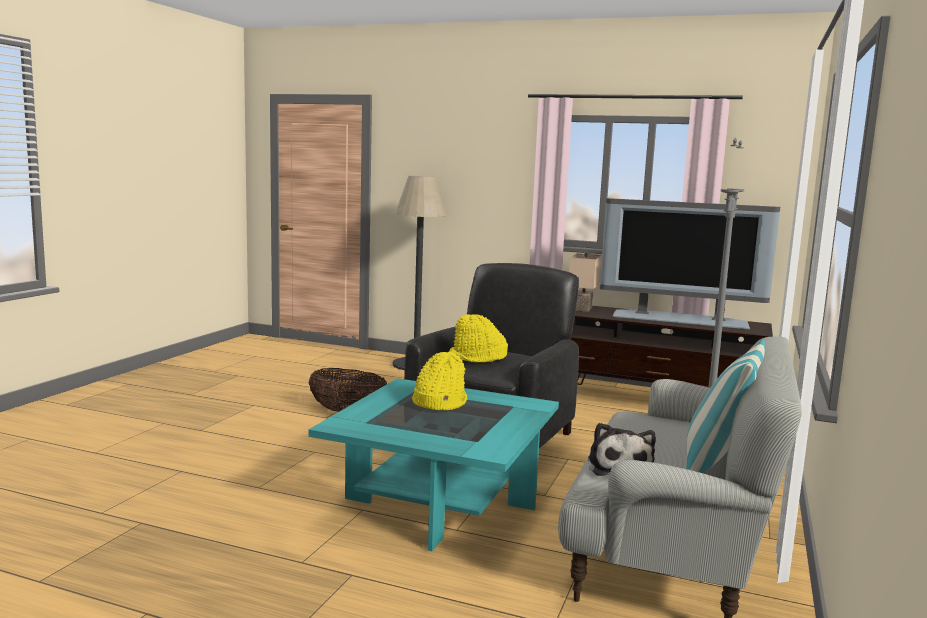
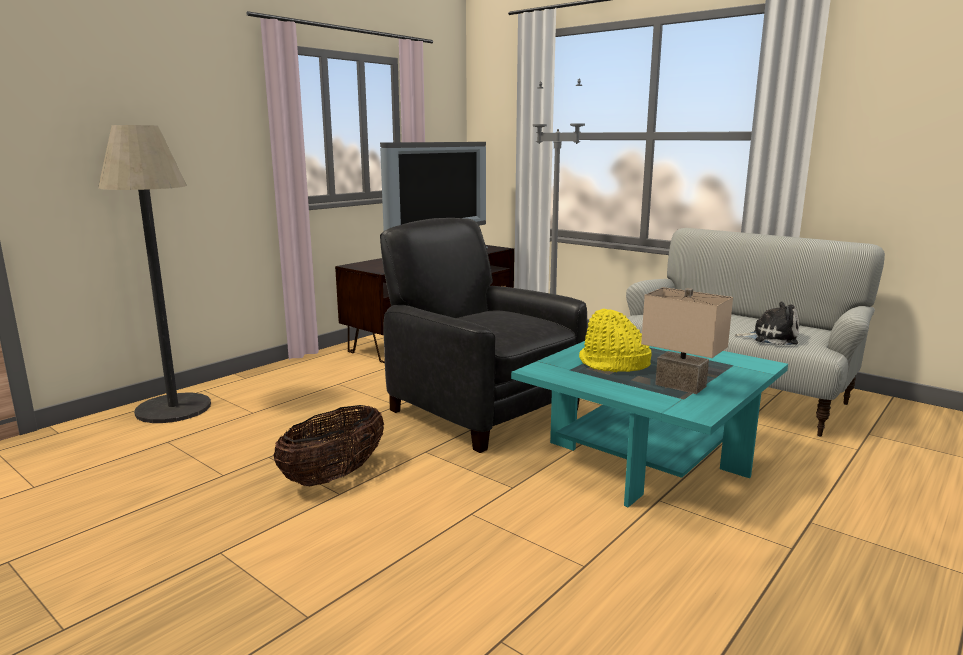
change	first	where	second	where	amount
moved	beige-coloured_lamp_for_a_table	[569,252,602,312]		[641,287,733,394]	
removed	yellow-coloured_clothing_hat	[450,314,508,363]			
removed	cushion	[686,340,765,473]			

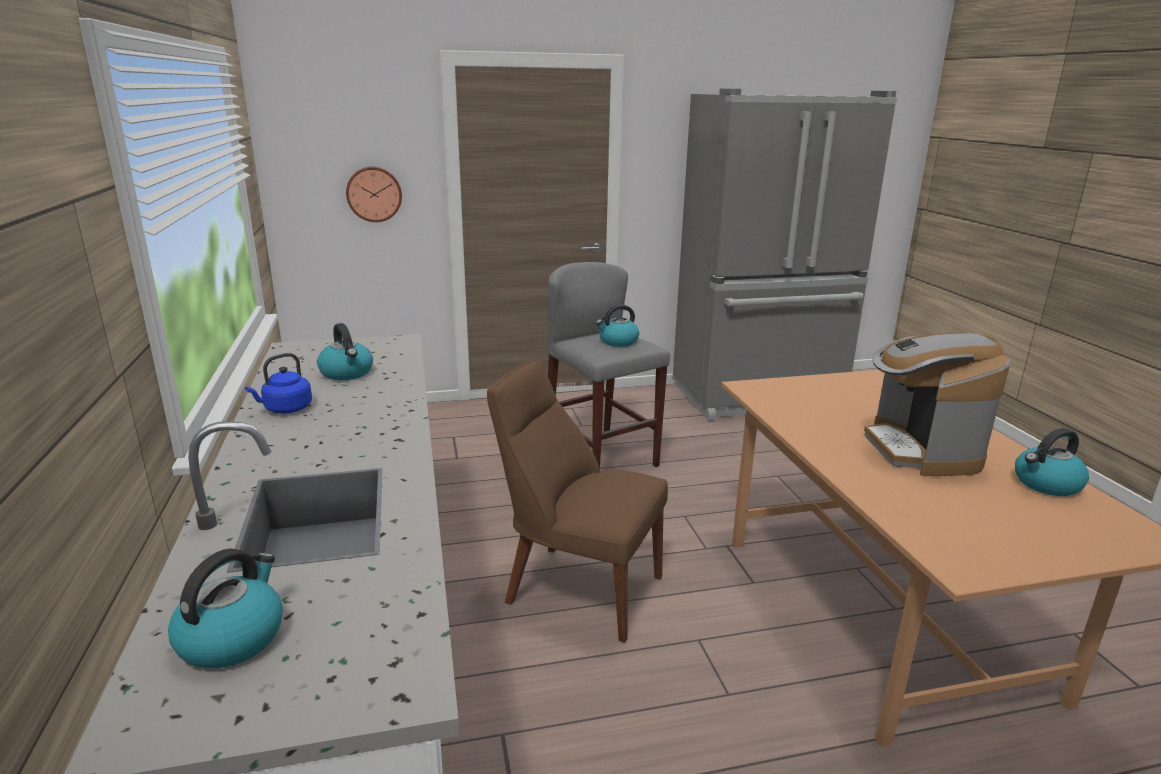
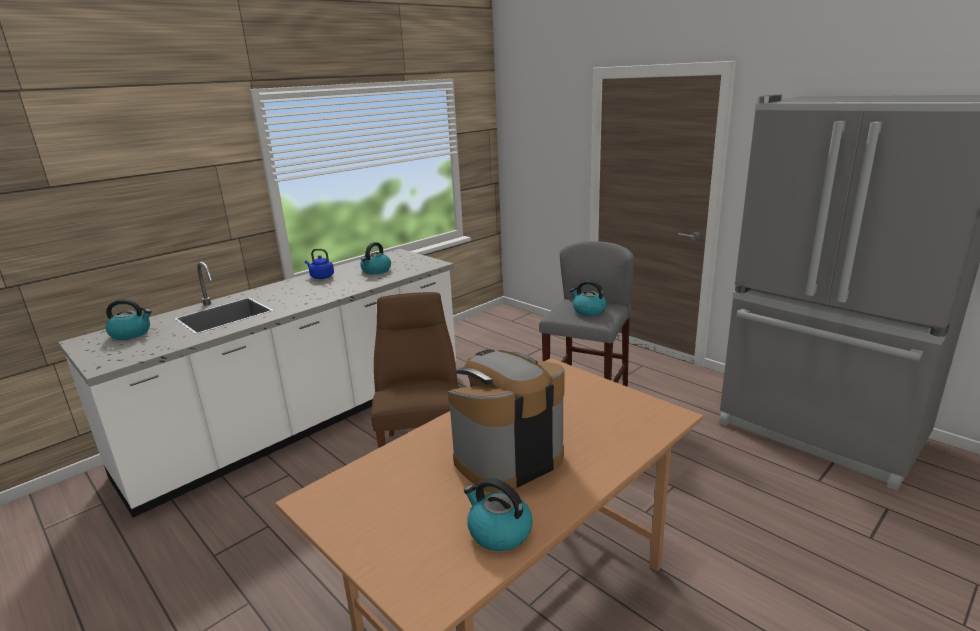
change	first	where	second	where	amount
removed	wall_clock	[346,167,402,222]			

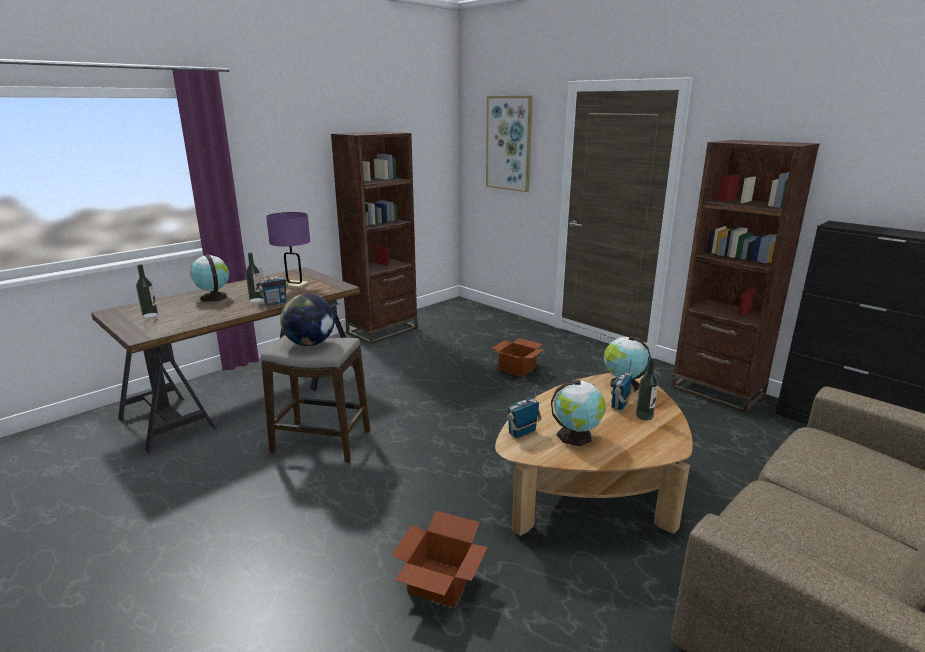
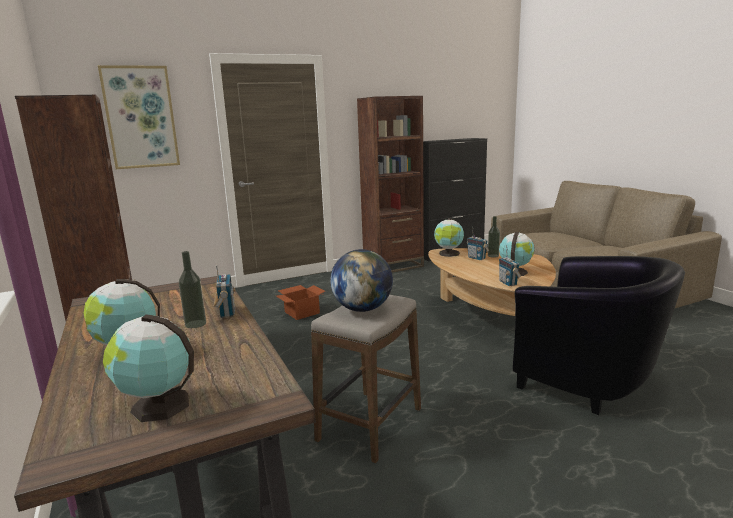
change	first	where	second	where	amount
removed	purple-coloured_lamp_for_a_table	[266,212,310,289]			
replaced	drink_bottle	[136,264,158,318]	globe	[103,314,194,422]	
replaced	cardboard_box	[392,511,488,607]	black-coloured_armchair	[513,256,685,415]	

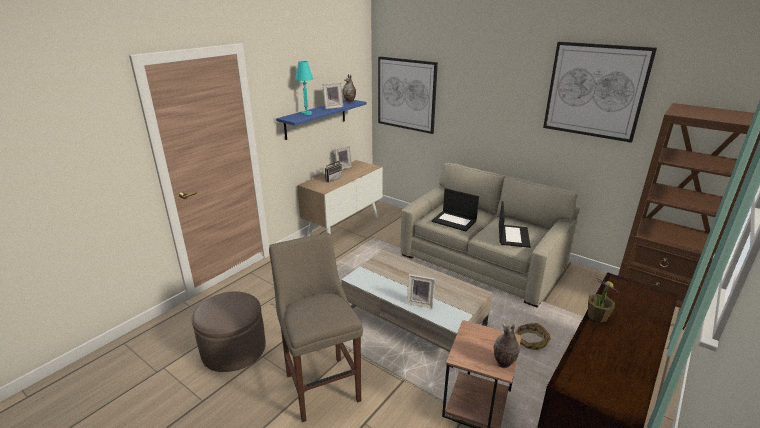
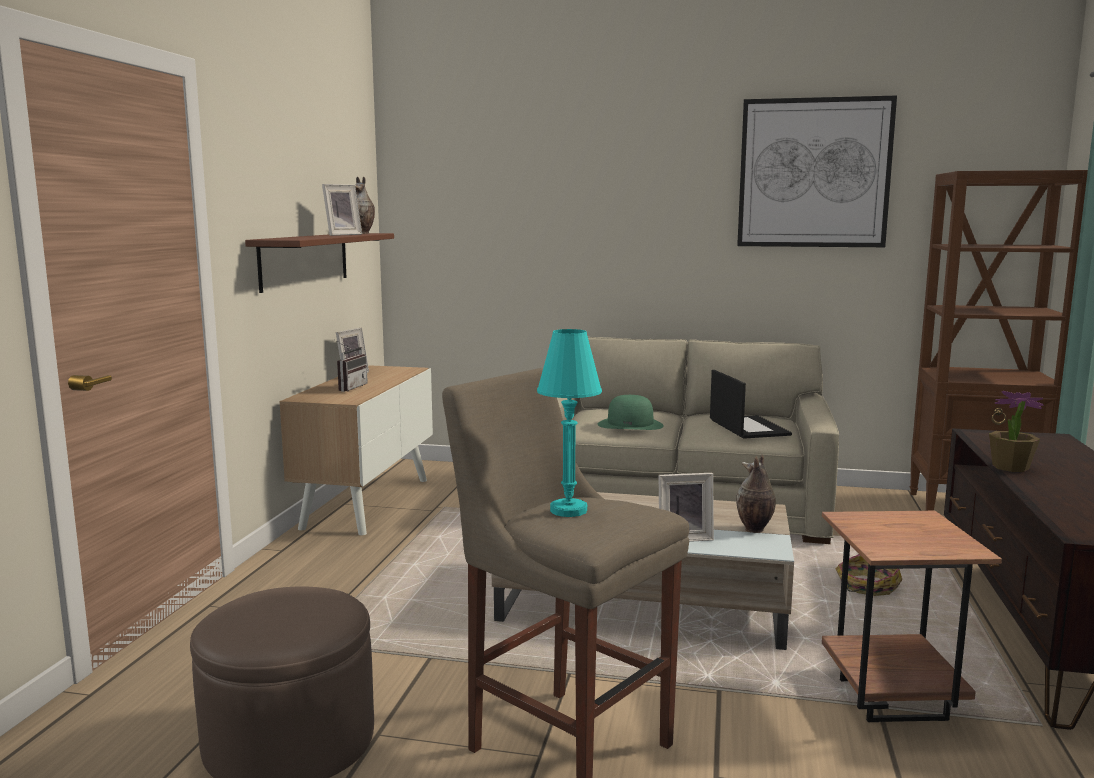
change	first	where	second	where	amount
removed	wall_art	[378,57,438,134]			
moved	blue-green_lamp_for_a_table	[295,61,313,115]		[537,329,602,517]	
recoloured	blue-coloured_wall_shelf	[276,100,366,140]	brown_wall_shelf	[245,233,394,293]	
replaced	portable_computer	[431,188,479,231]	green_clothing_hat	[598,395,664,430]	
moved	vase	[494,323,520,368]		[736,454,776,533]	

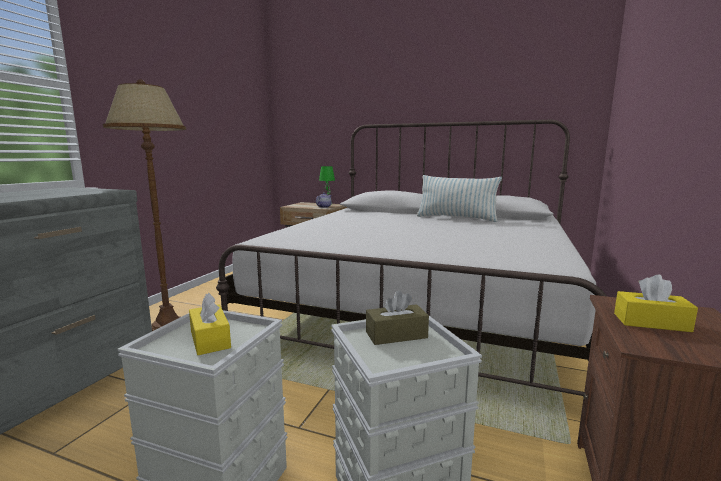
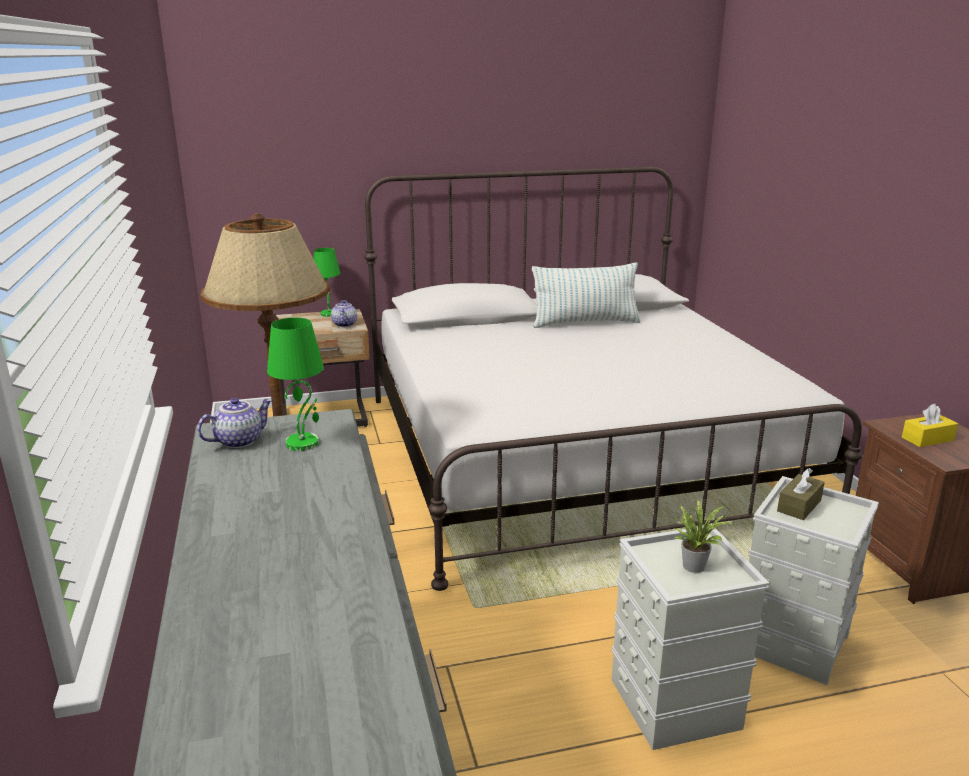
change	first	where	second	where	amount
replaced	yellow-coloured_box_of_tissues	[189,293,231,355]	potted_plant	[673,499,734,573]	
added			green_lamp_for_a_table	[267,318,324,451]	
added			pot_for_tea	[197,398,272,448]	

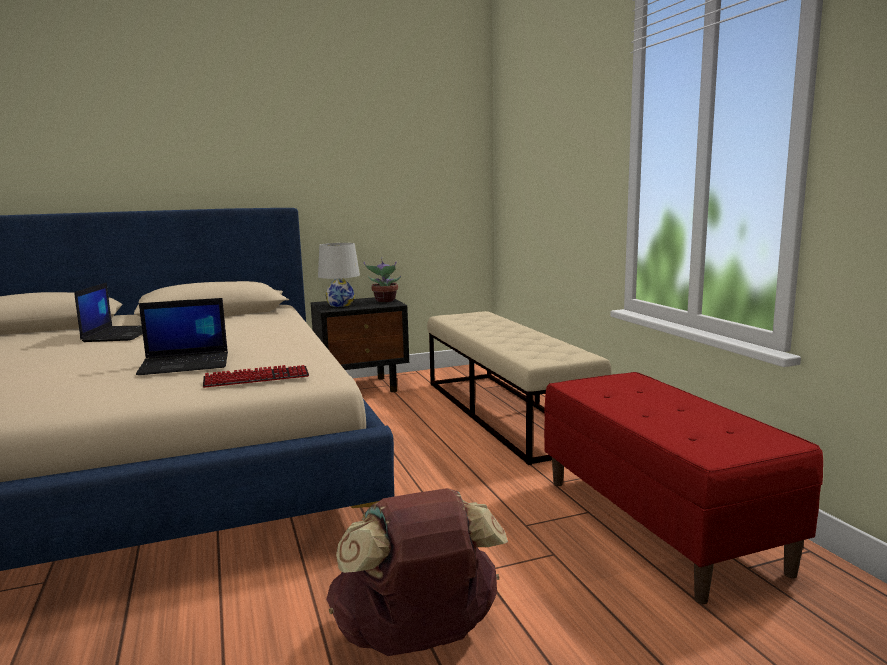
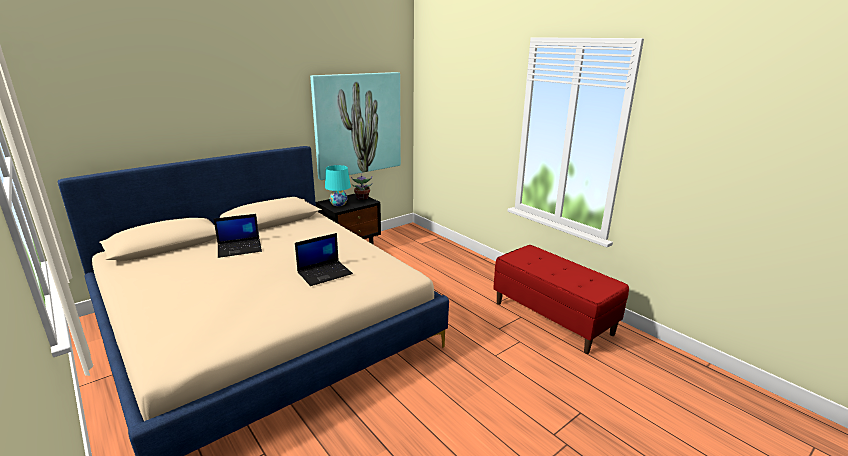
change	first	where	second	where	amount
recoloured	white-coloured_lamp_for_a_table	[318,243,360,307]	blue-green_lamp_for_a_table	[325,165,351,206]	
turned	portable_computer	[74,282,143,342]		[214,214,262,258]	90 degrees clockwise
removed	beige-coloured_indoor_bench	[427,311,612,465]			
removed	computer_keyboard	[203,365,309,388]			
removed	brown_rucksack	[326,488,508,656]			
added			wall_art	[310,72,401,180]	

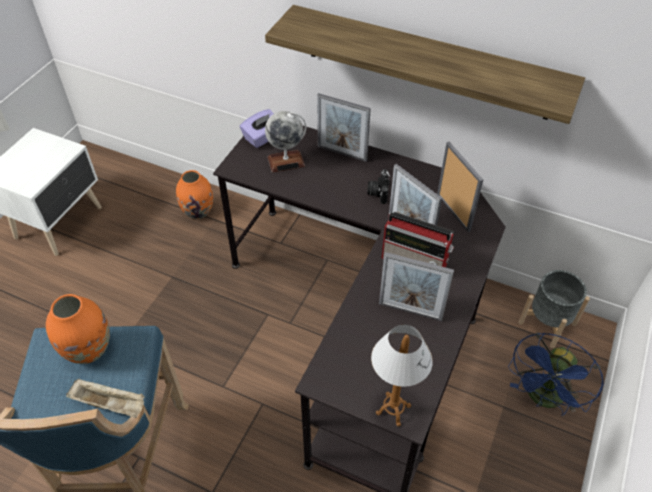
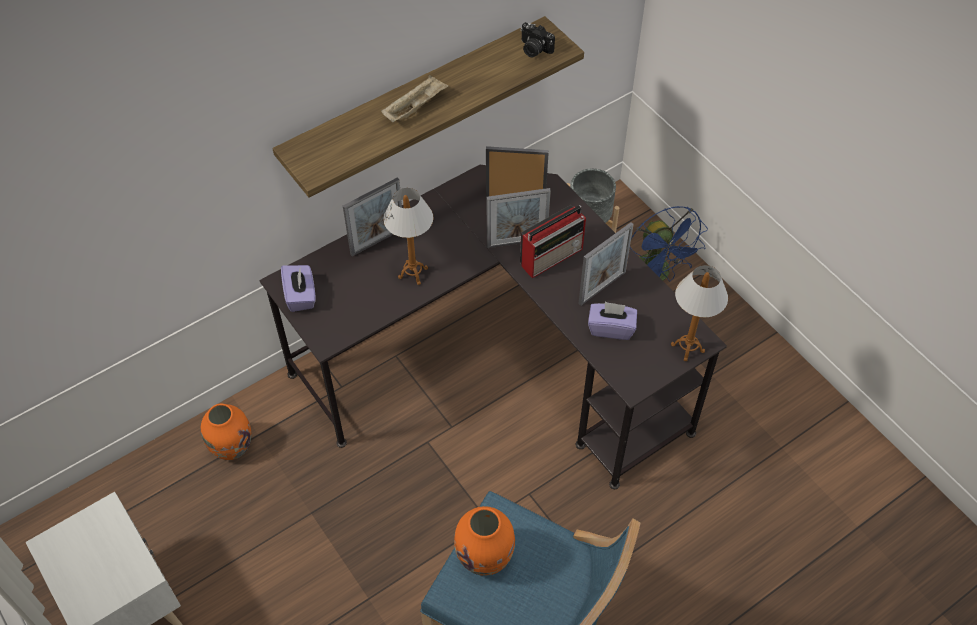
change	first	where	second	where	amount
removed	globe	[265,111,306,173]			
moved	photo_camera	[367,169,390,204]		[521,22,555,58]	
moved	beige-coloured_serving_tray	[66,379,145,418]		[381,75,449,122]	
added			lamp_for_a_table	[383,188,433,285]	
added			purple-coloured_box_of_tissues	[588,302,637,340]	

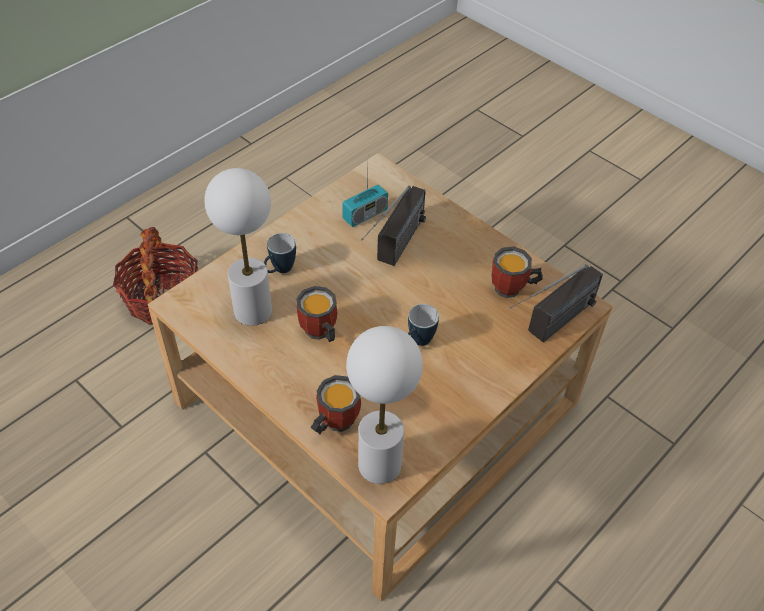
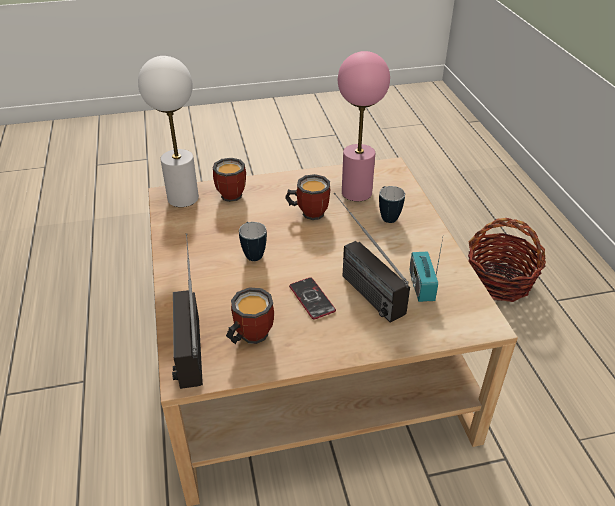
change	first	where	second	where	amount
recoloured	white-coloured_lamp_for_a_table	[205,168,272,326]	pinkish_lamp_for_a_table	[338,51,390,201]	
added			telephone	[289,277,336,319]	

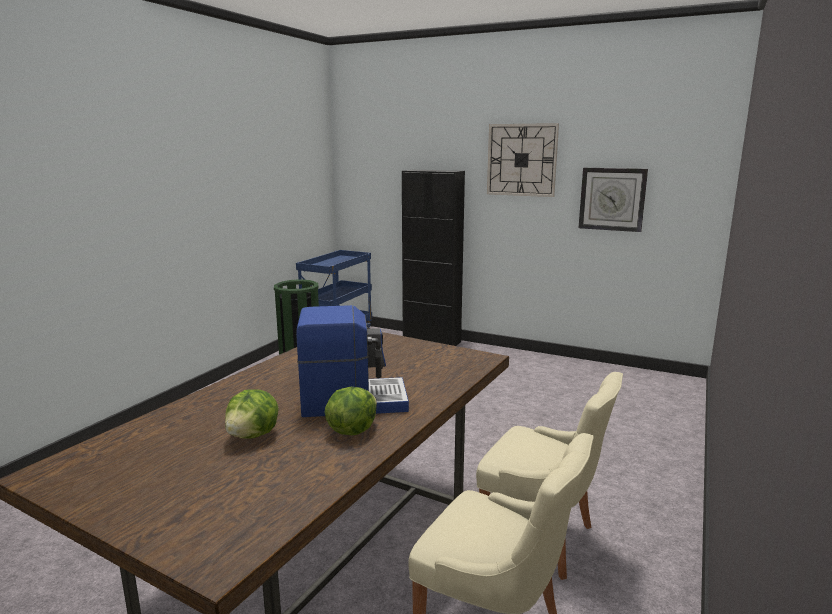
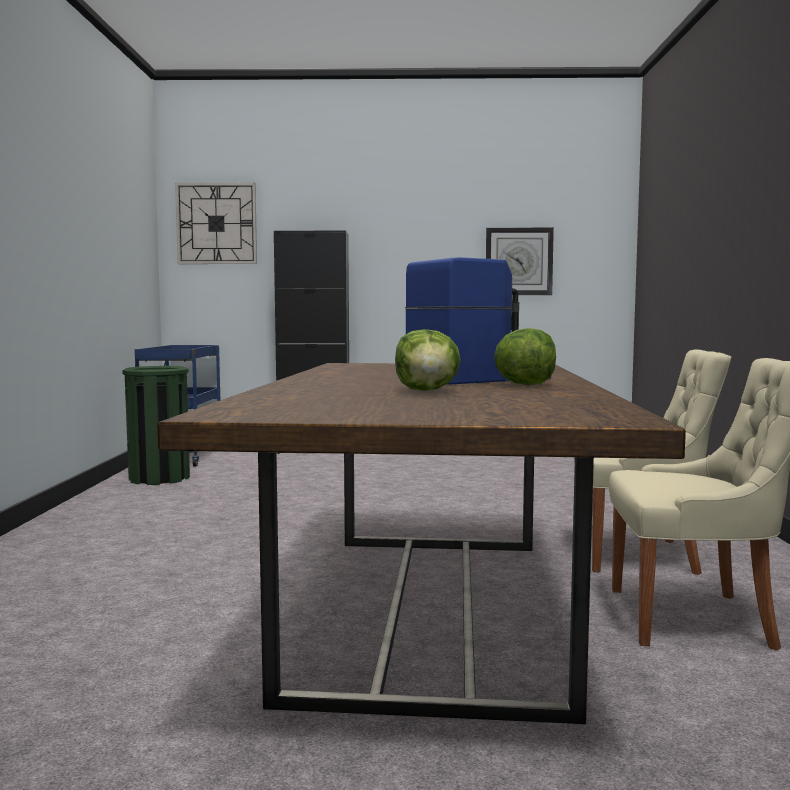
change	first	where	second	where	amount
moved	wall_clock	[487,123,559,197]		[175,183,257,264]	

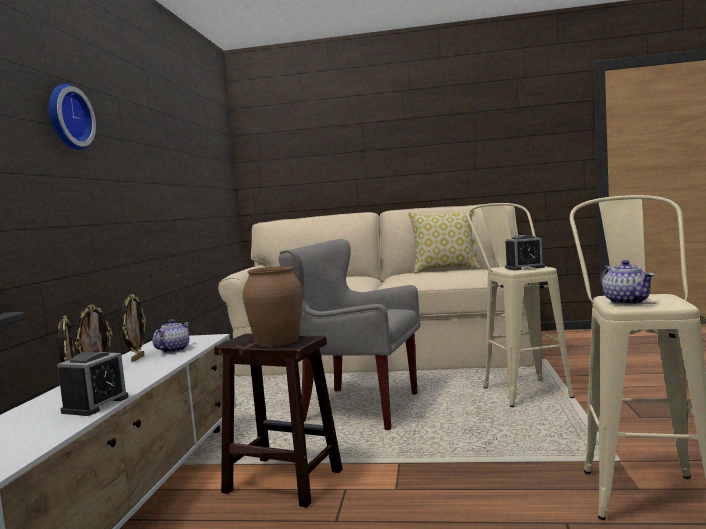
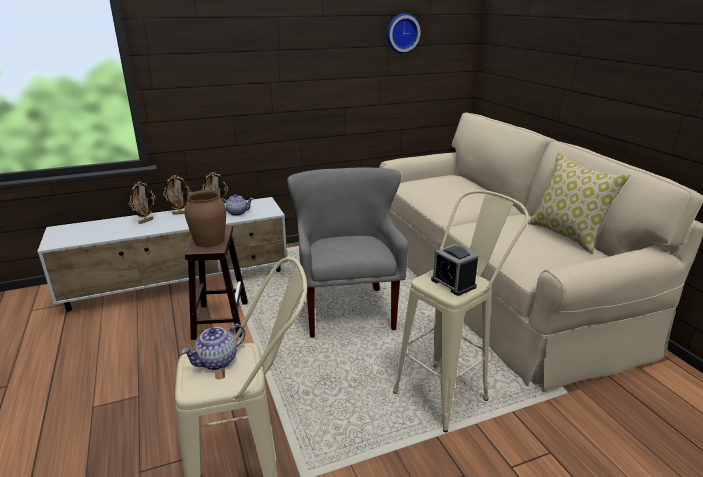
change	first	where	second	where	amount
moved	wall_clock	[49,84,96,150]		[387,13,421,54]	
removed	bedside_clock	[57,352,129,416]			

